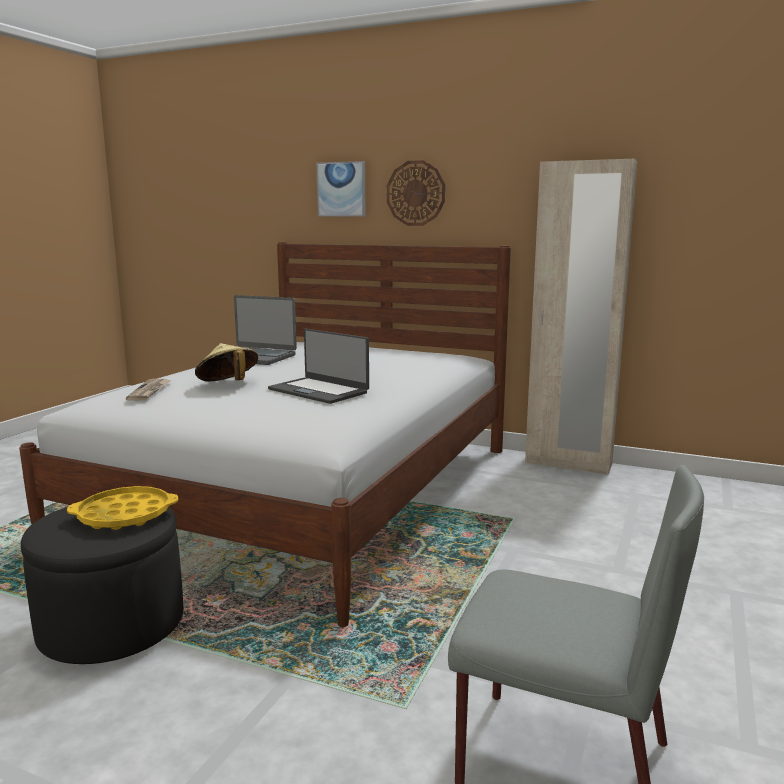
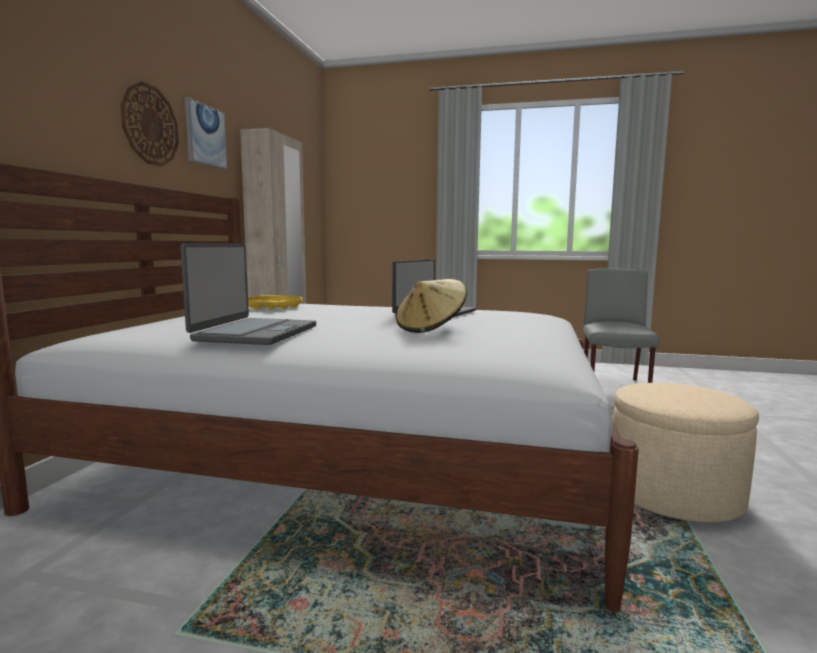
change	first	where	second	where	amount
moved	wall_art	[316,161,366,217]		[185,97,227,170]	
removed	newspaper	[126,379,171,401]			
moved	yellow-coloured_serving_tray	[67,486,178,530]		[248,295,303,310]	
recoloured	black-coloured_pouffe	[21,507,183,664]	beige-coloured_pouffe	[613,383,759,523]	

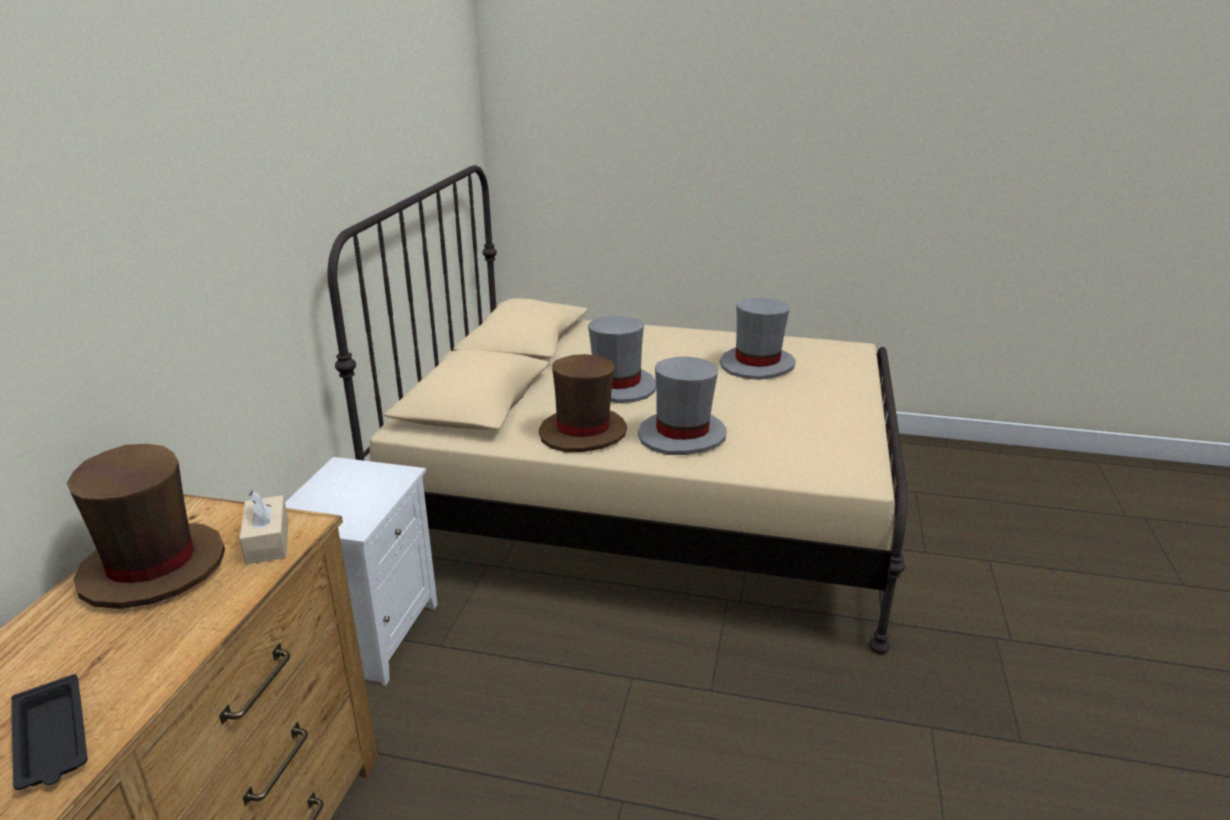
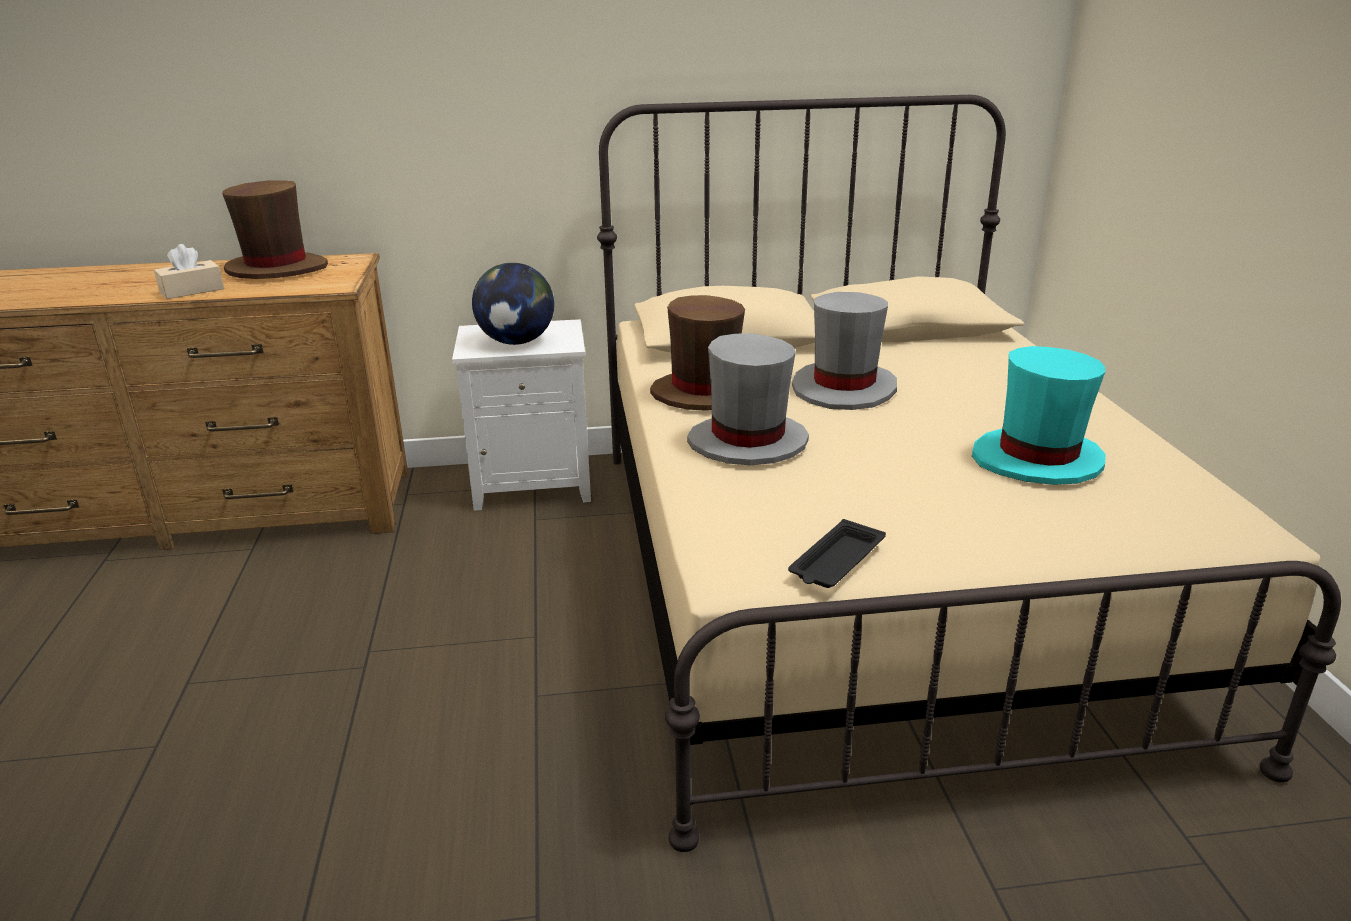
change	first	where	second	where	amount
recoloured	gray_clothing_hat	[720,298,796,380]	blue-green_clothing_hat	[972,346,1106,485]	
moved	beige-coloured_box_of_tissues	[239,490,289,565]		[154,244,224,299]	
moved	black-coloured_serving_tray	[11,674,88,790]		[788,519,886,588]	
added			globe	[472,262,554,345]	

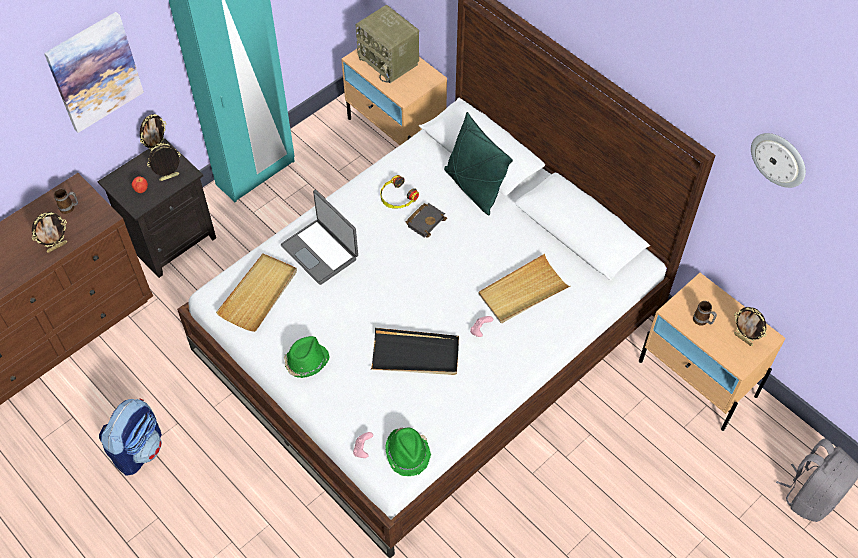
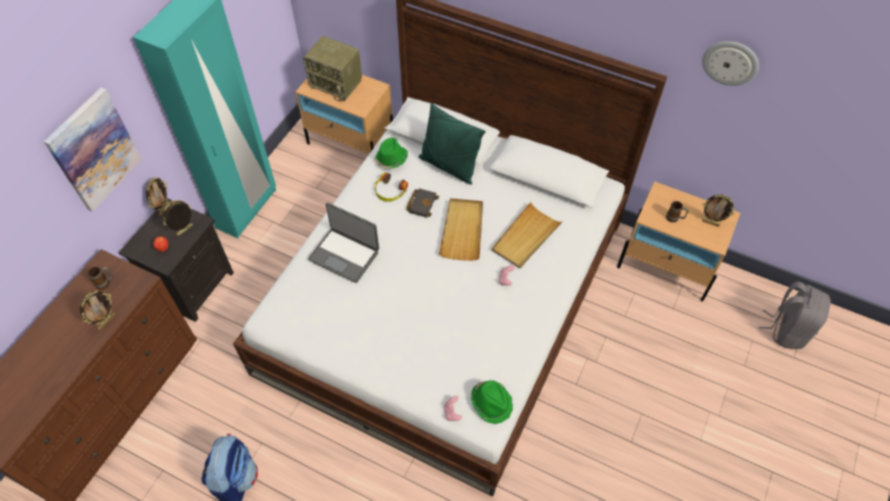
change	first	where	second	where	amount
moved	beige-coloured_serving_tray	[216,254,297,332]		[439,198,483,261]	
removed	black-coloured_serving_tray	[371,328,459,375]			
moved	green_clothing_hat	[284,336,330,378]		[374,138,408,169]	

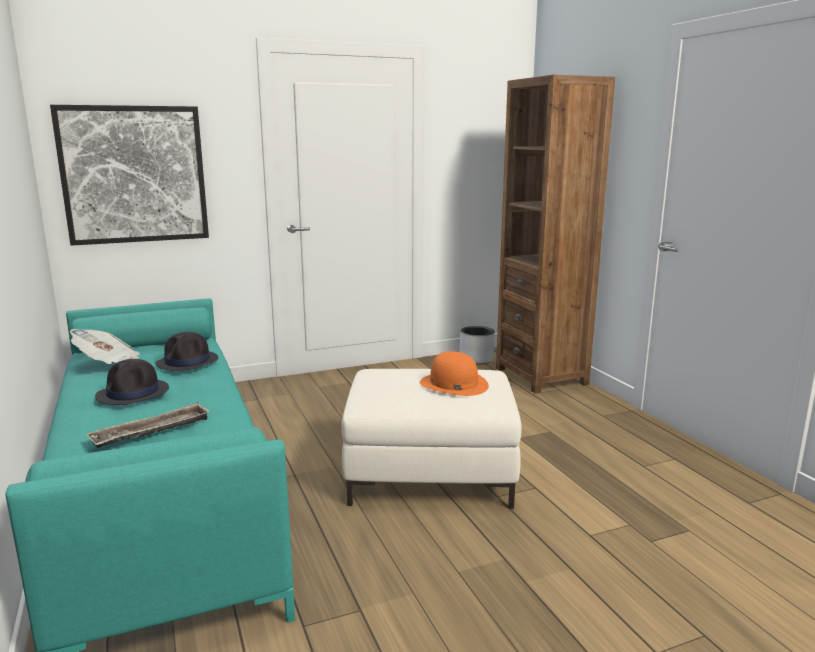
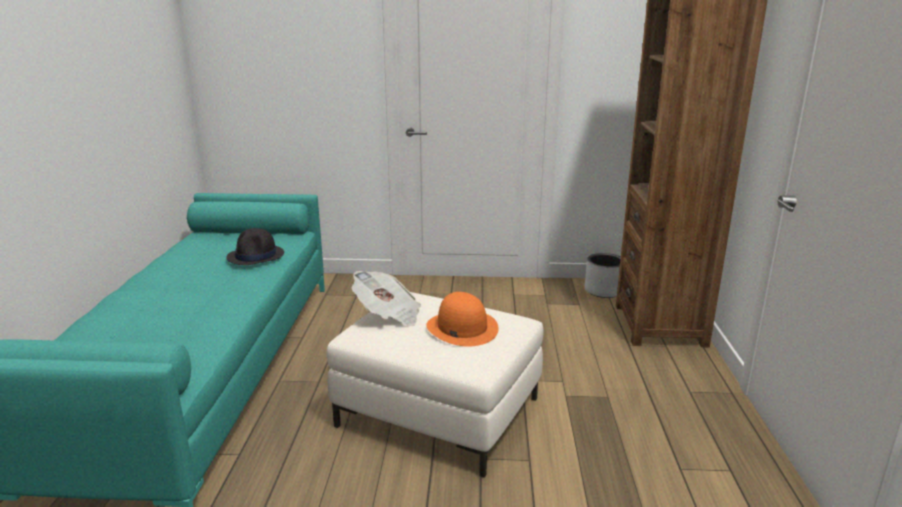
change	first	where	second	where	amount
removed	wall_art	[50,105,209,246]			
moved	newspaper	[70,329,140,364]		[351,271,421,326]	
removed	black-coloured_clothing_hat	[95,359,169,405]			
removed	serving_tray	[86,402,210,448]			

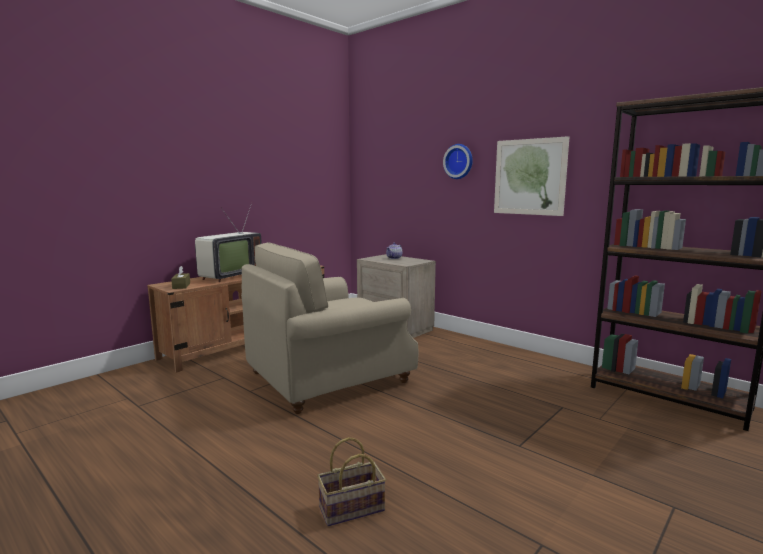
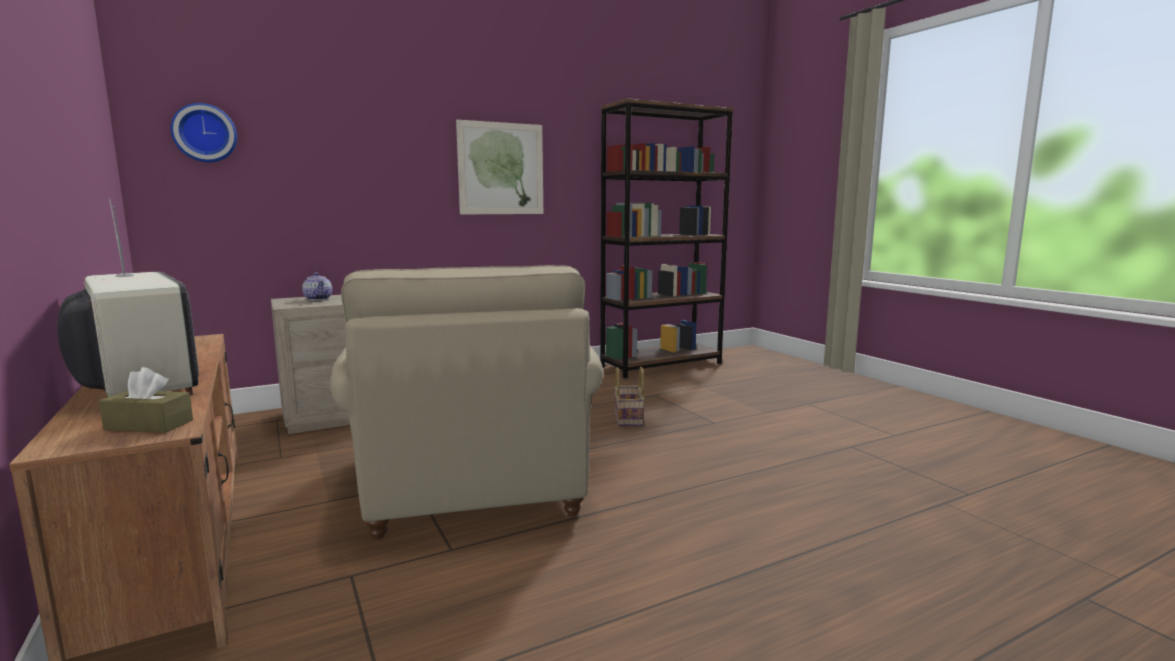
change	first	where	second	where	amount
moved	wall_clock	[443,144,473,179]		[171,103,237,162]	
moved	basket	[317,437,386,527]		[614,367,644,426]	

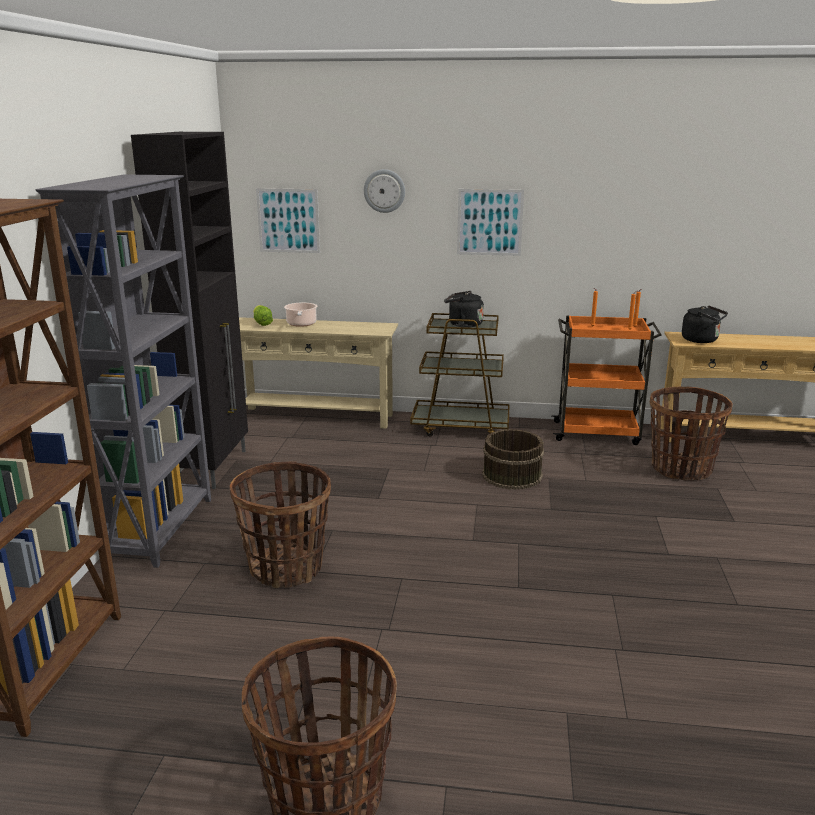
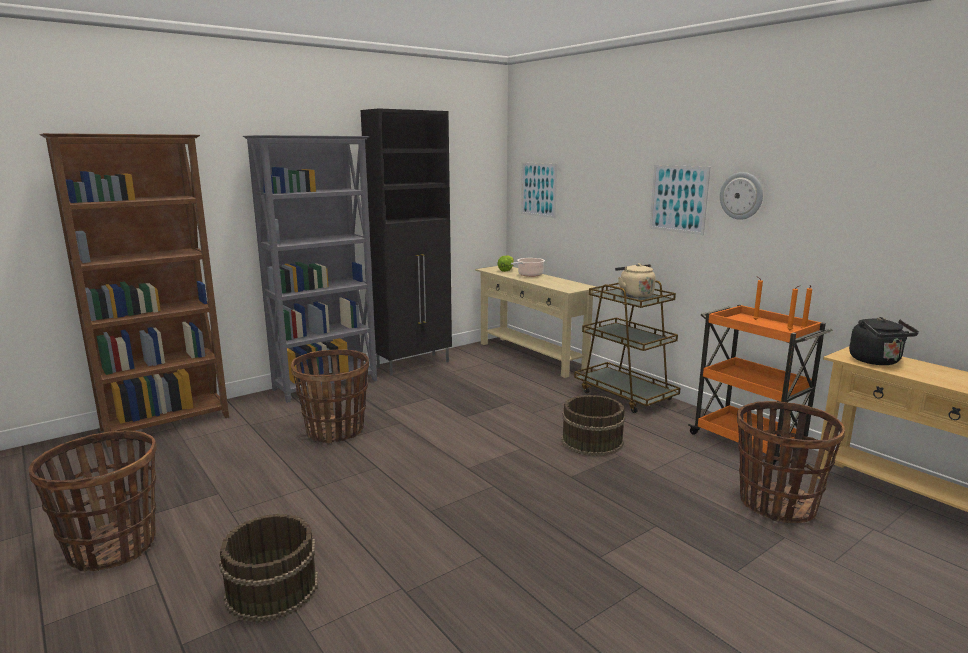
change	first	where	second	where	amount
moved	wall_clock	[364,169,405,213]		[720,172,763,220]	
recoloured	black-coloured_kettle	[444,291,484,328]	beige-coloured_kettle	[615,263,655,298]	
added			brown_water_bucket	[219,514,318,623]	

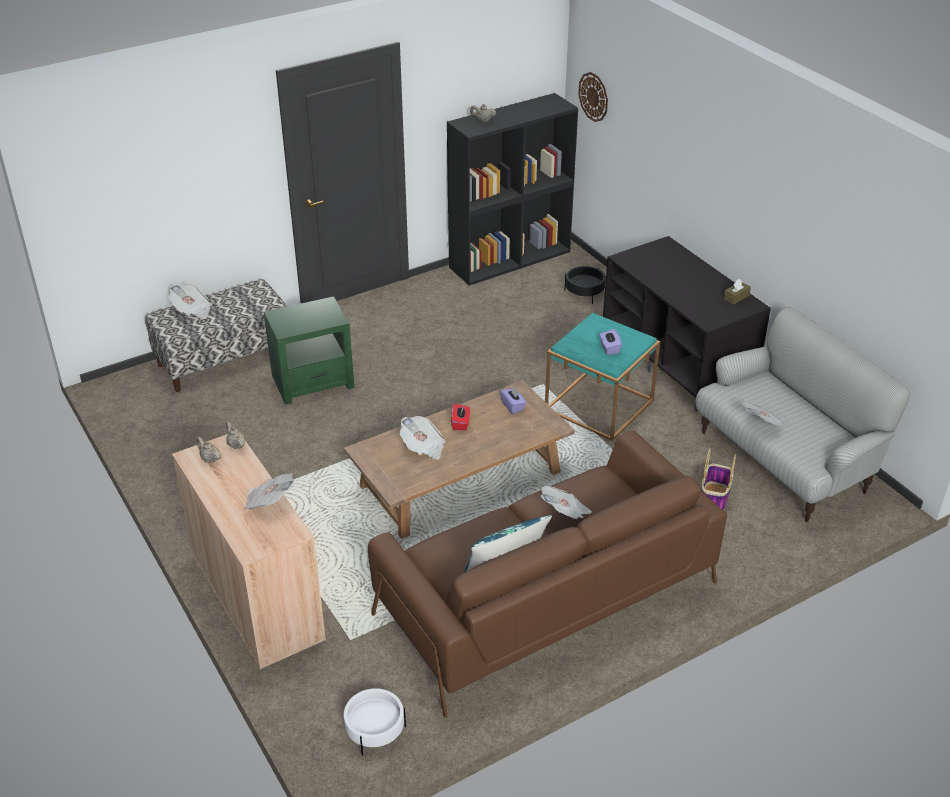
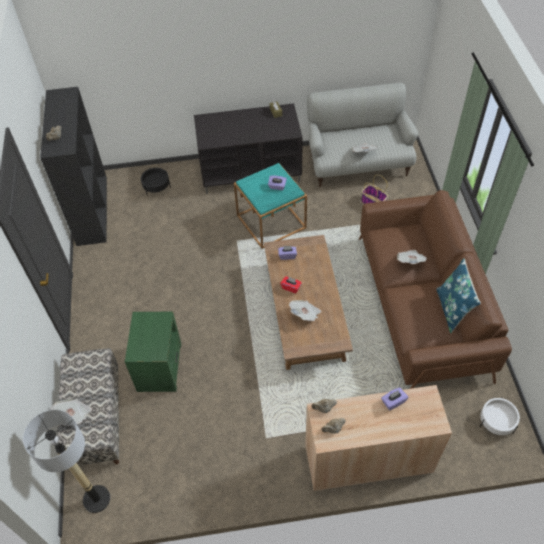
change	first	where	second	where	amount
removed	wall_clock	[578,72,608,122]			
replaced	newspaper	[244,473,294,510]	purple-coloured_box_of_tissues	[381,388,409,411]	
added			floor_lamp	[23,410,110,513]	

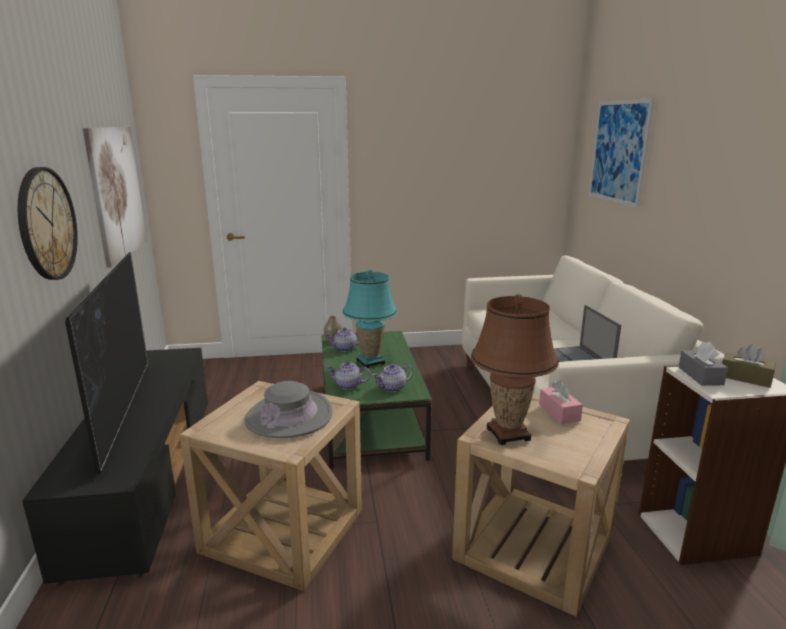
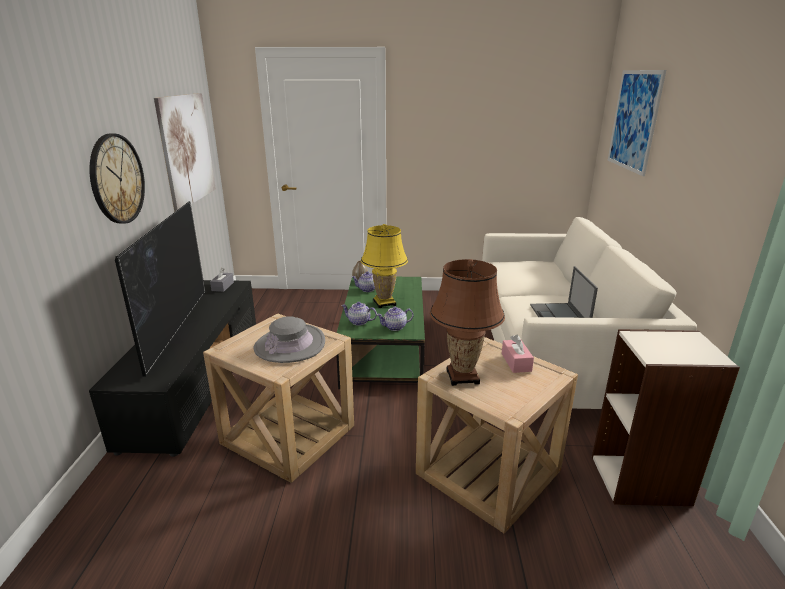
change	first	where	second	where	amount
recoloured	blue-green_lamp_for_a_table	[342,269,397,368]	yellow-coloured_lamp_for_a_table	[361,224,408,308]	
moved	gray_box_of_tissues	[678,341,728,386]		[210,268,234,292]	
removed	brown_box_of_tissues	[722,344,776,388]			

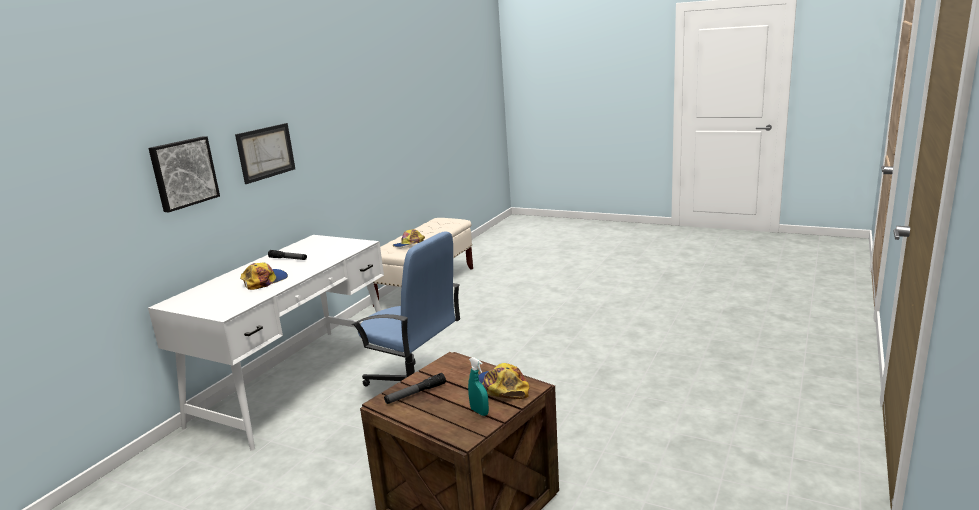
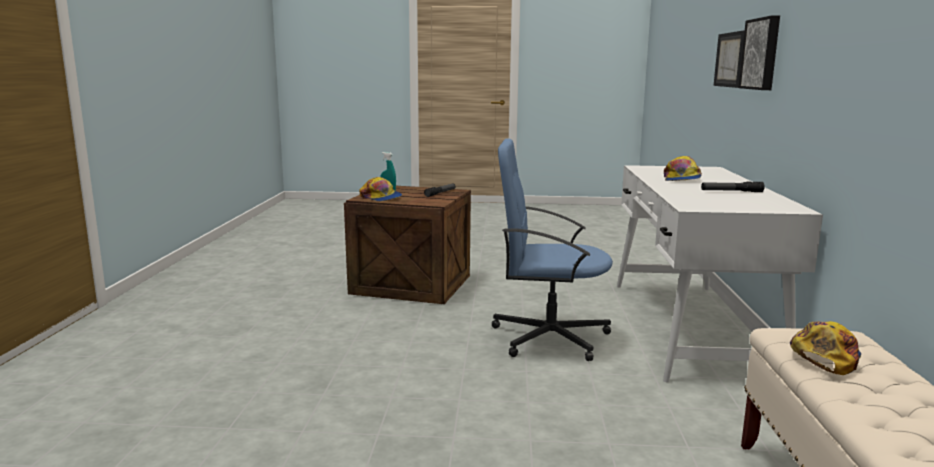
change	first	where	second	where	amount
moved	wall_art	[235,123,295,184]		[714,31,744,88]	

